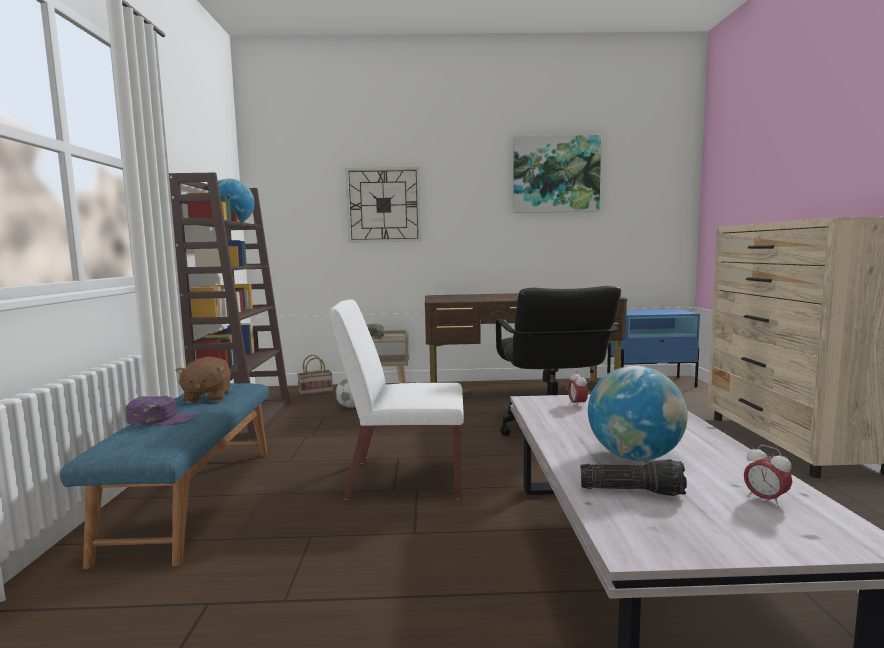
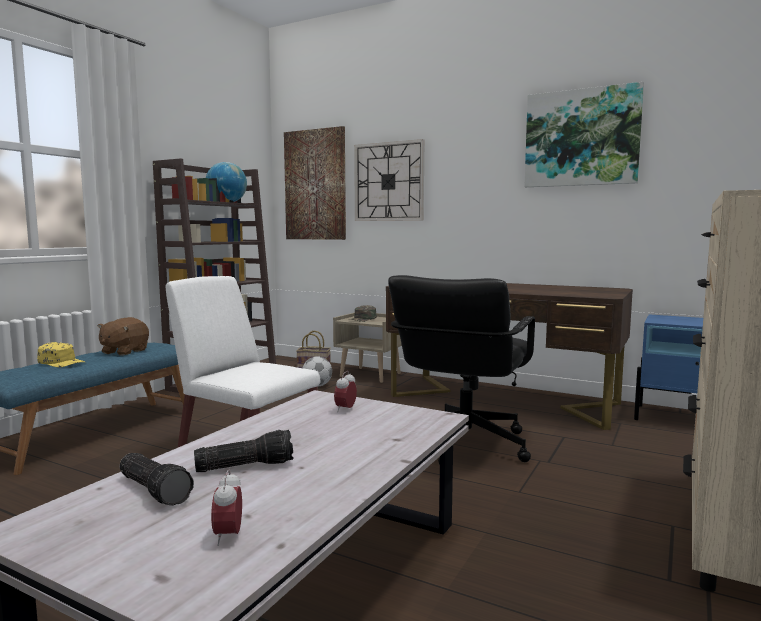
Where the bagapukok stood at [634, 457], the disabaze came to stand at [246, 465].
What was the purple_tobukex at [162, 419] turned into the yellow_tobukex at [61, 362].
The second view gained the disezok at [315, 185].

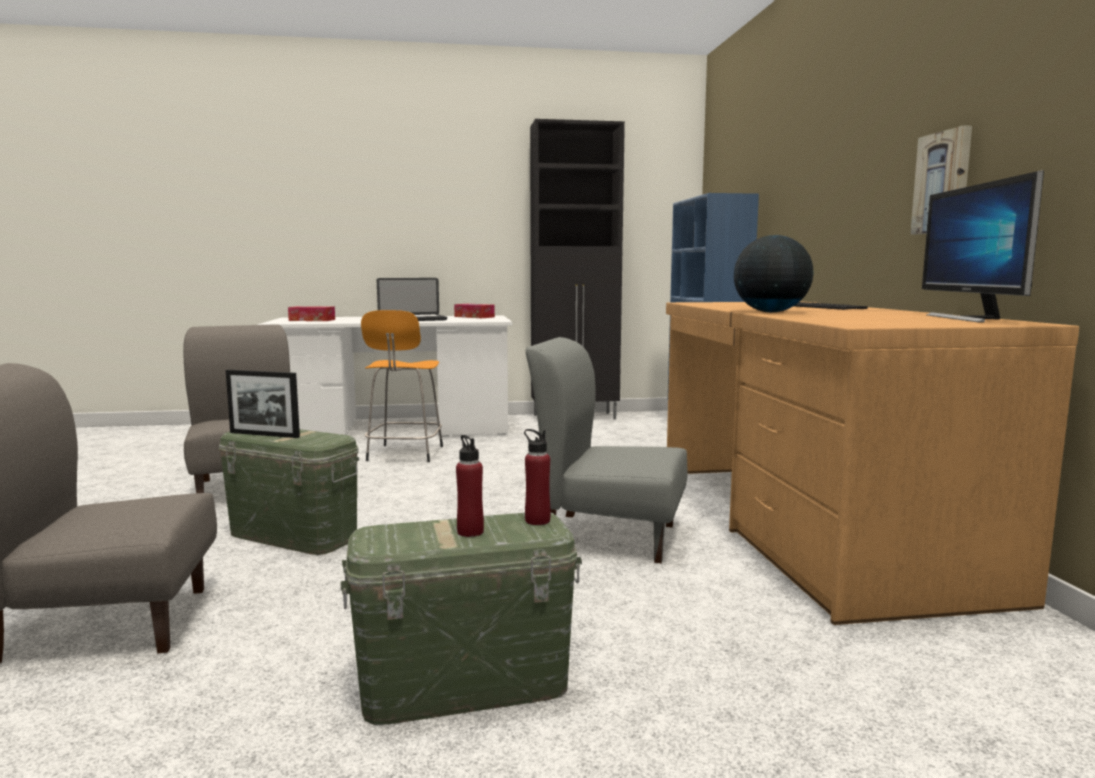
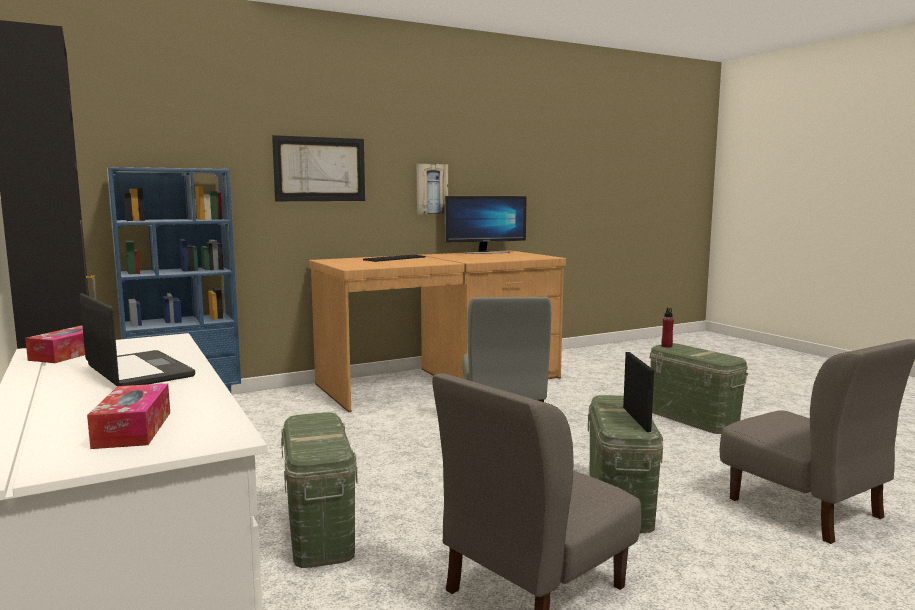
The second view lost the bagapukok at [770, 312].
Where the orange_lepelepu stood at [404, 454], the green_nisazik came to stand at [320, 532].
The second view lost the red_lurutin at [470, 532].
The second view gained the disezok at [320, 169].

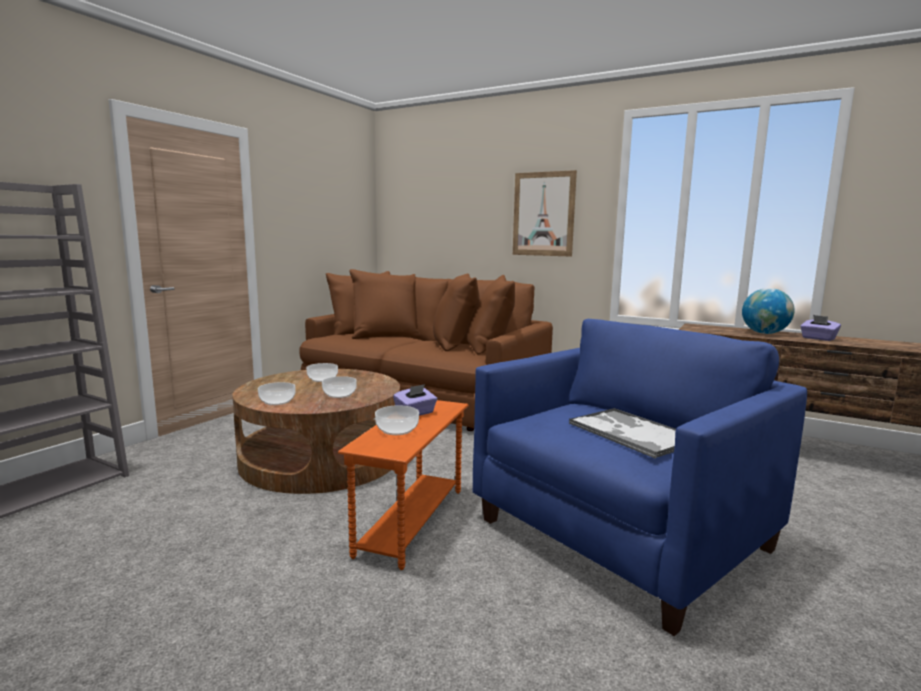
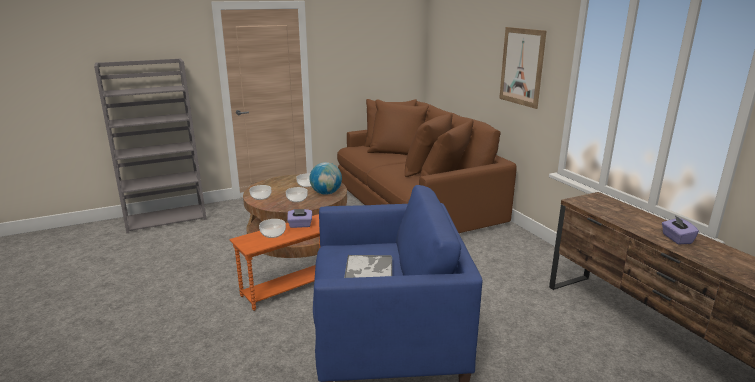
The bagapukok ended up elsewhere, having gone from [764, 333] to [326, 193].

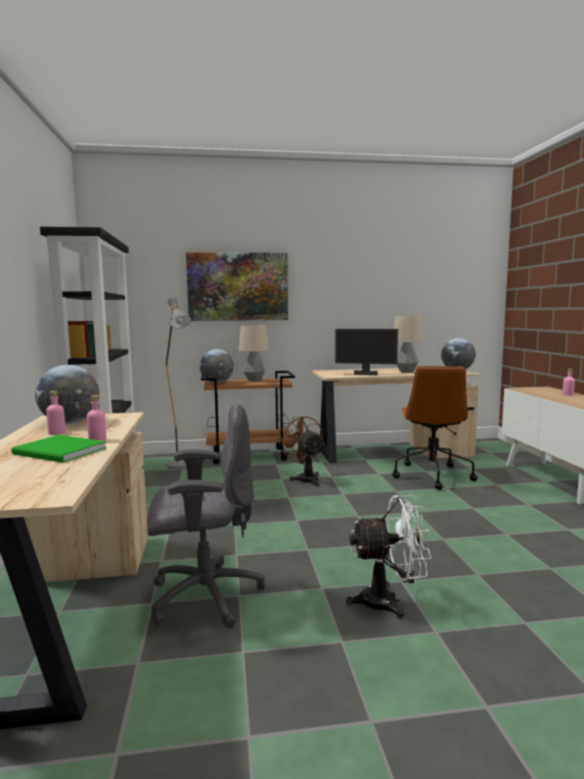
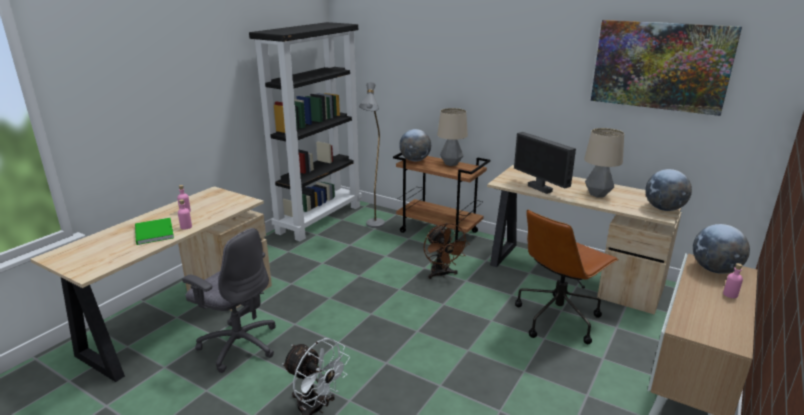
The disezok ended up elsewhere, having gone from [238, 287] to [660, 66].
The bagapukok ended up elsewhere, having gone from [70, 422] to [715, 270].
The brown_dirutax at [305, 478] ended up facing another way, 150 degrees clockwise from before.

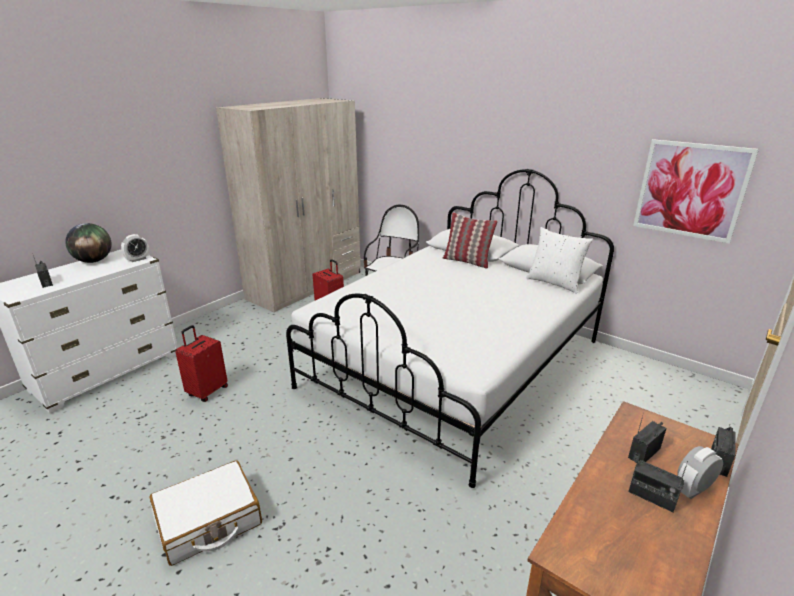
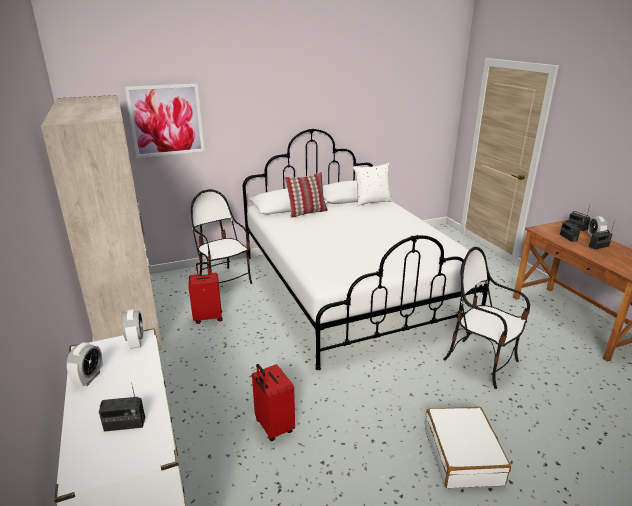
The disezok ended up elsewhere, having gone from [690, 190] to [166, 120].
Where the bagapukok stood at [94, 261], the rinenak came to stand at [89, 378].
The second view gained the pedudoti at [481, 362].

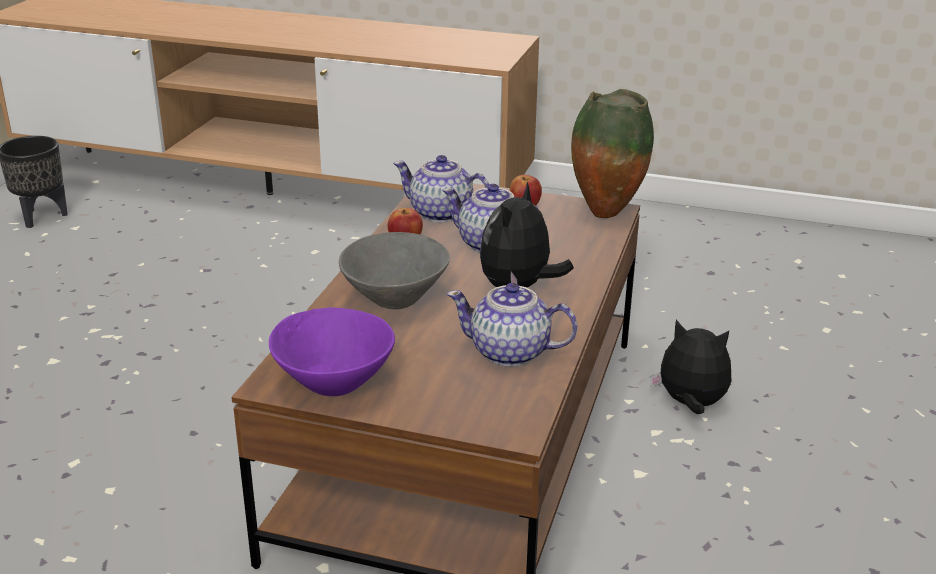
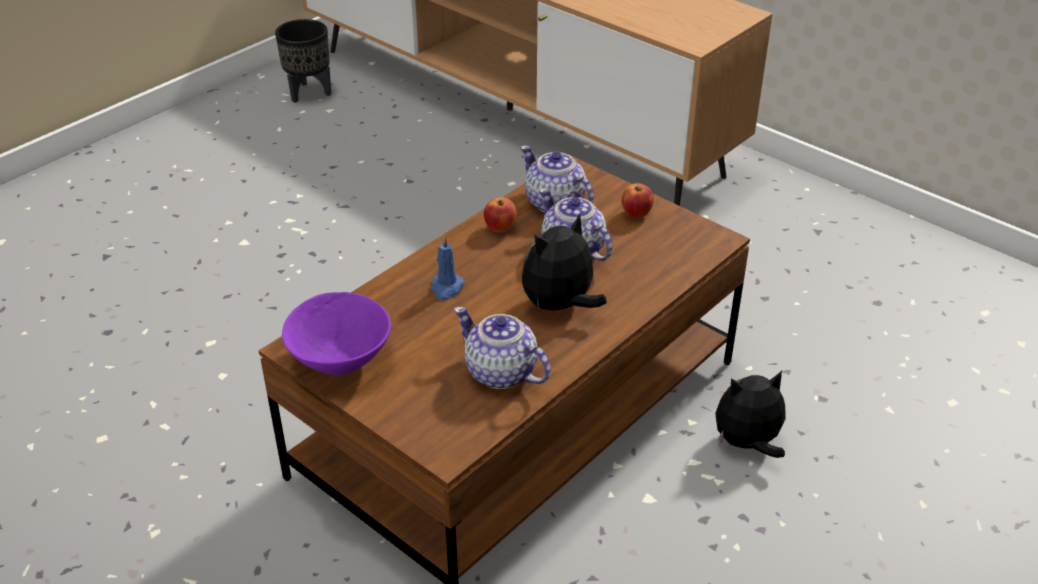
The second view lost the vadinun at [605, 213].
Where the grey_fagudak stood at [394, 299], the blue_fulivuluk came to stand at [446, 288].
The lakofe at [690, 404] ended up facing another way, 60 degrees counterclockwise from before.

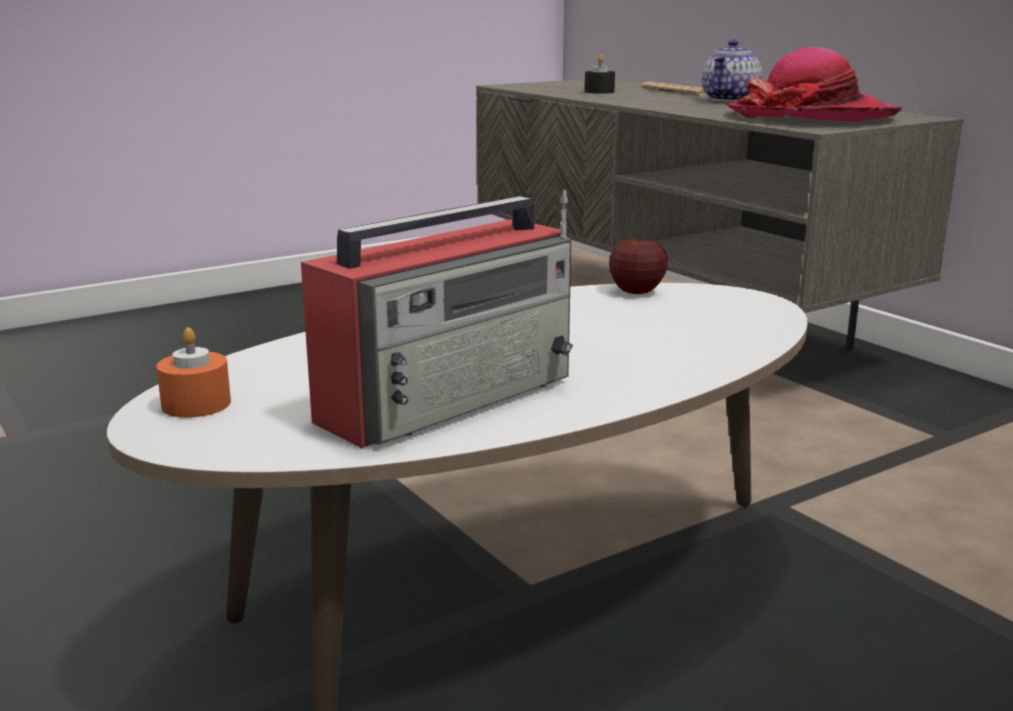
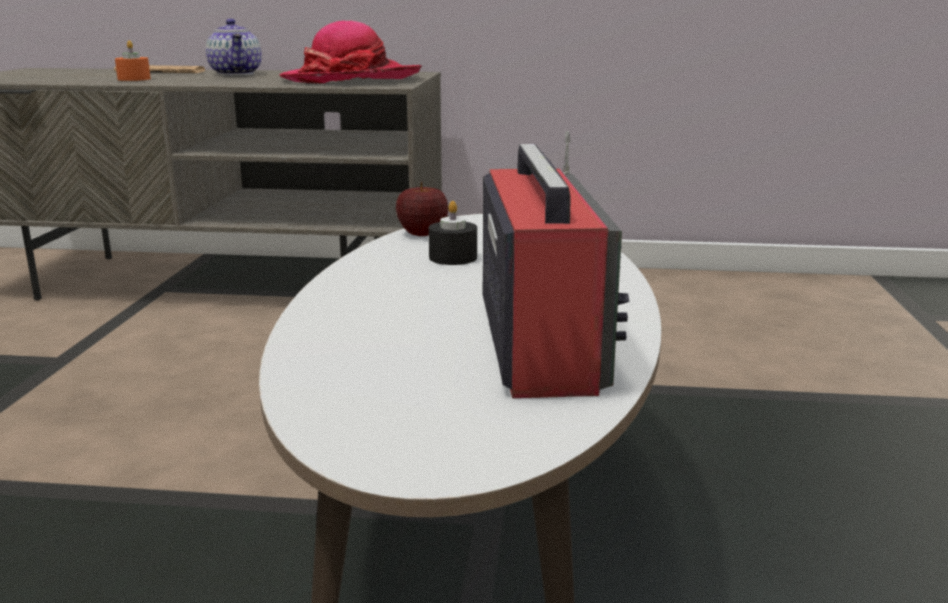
The black_fulivuluk ended up elsewhere, having gone from [599, 92] to [453, 257].
The orange_fulivuluk ended up elsewhere, having gone from [196, 404] to [134, 79].

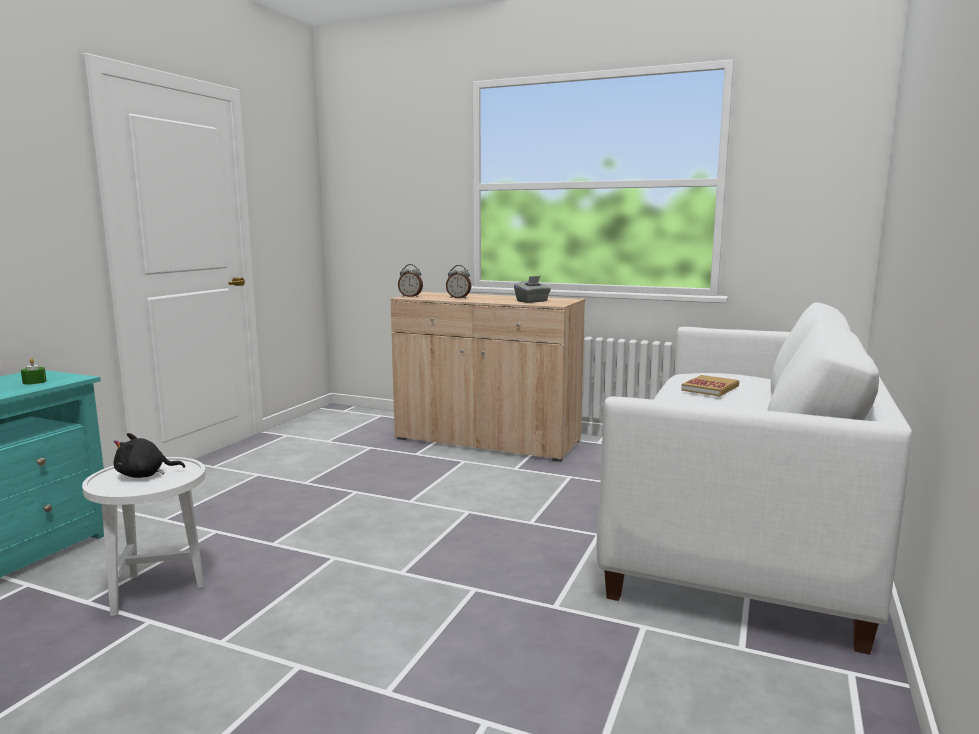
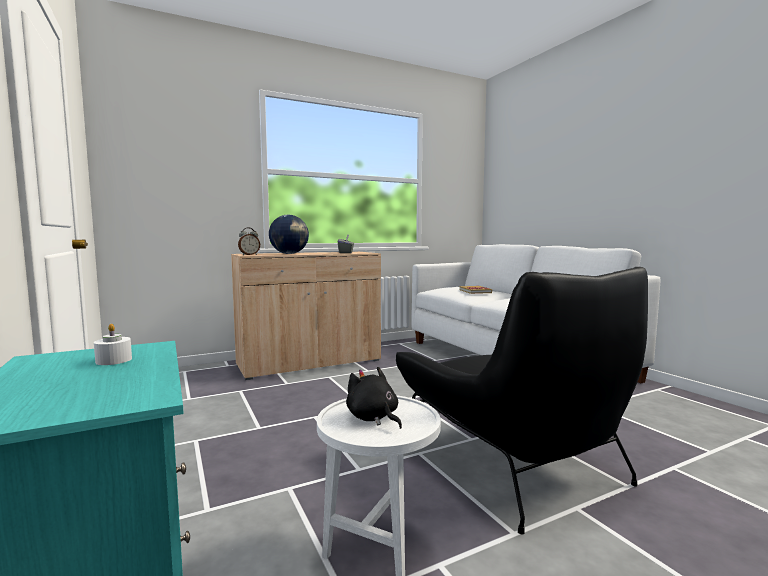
Where the rinenak stood at [459, 298], the bagapukok came to stand at [289, 254].
What was the green_fulivuluk at [34, 382] turned into the white_fulivuluk at [114, 360].
The black_lakofe at [145, 475] ended up facing another way, 120 degrees clockwise from before.
The second view gained the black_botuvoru at [511, 460].

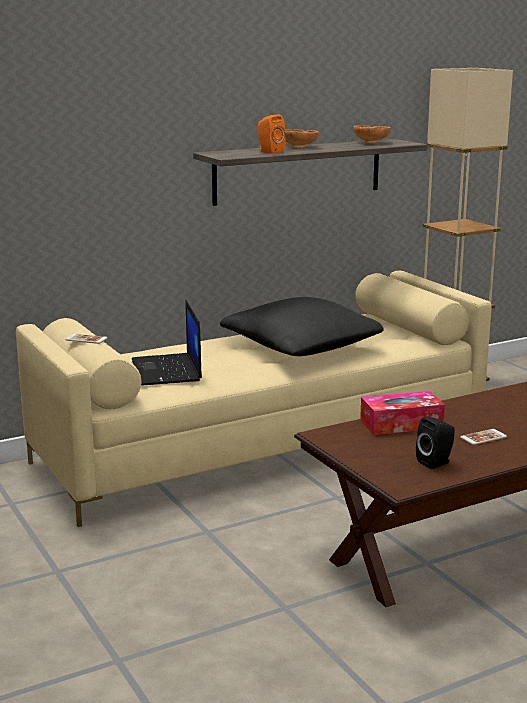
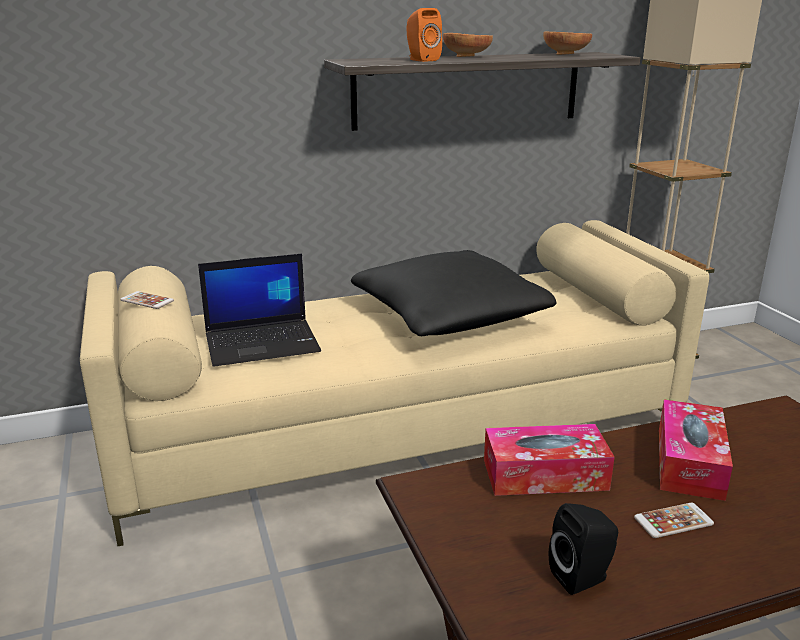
The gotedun at [167, 370] ended up facing another way, 105 degrees counterclockwise from before.
The second view gained the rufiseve at [689, 462].

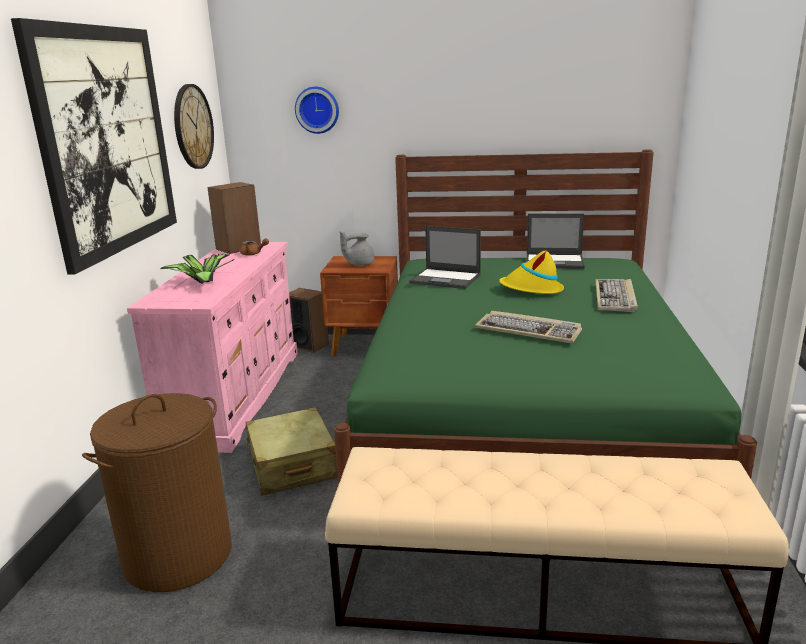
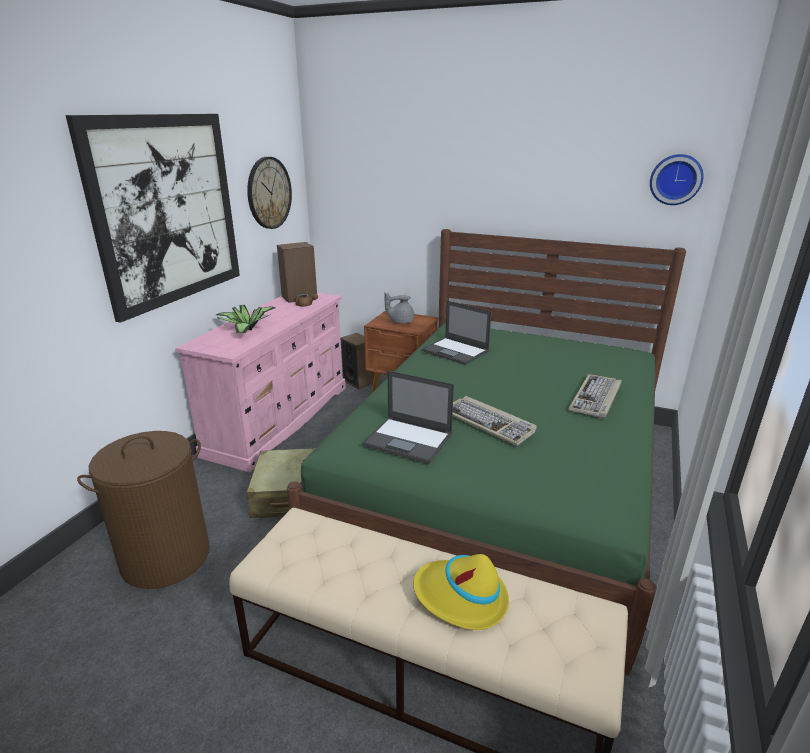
The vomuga ended up elsewhere, having gone from [317, 110] to [675, 179].
The gotedun ended up elsewhere, having gone from [555, 262] to [409, 440].
The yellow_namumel ended up elsewhere, having gone from [531, 290] to [460, 598].

